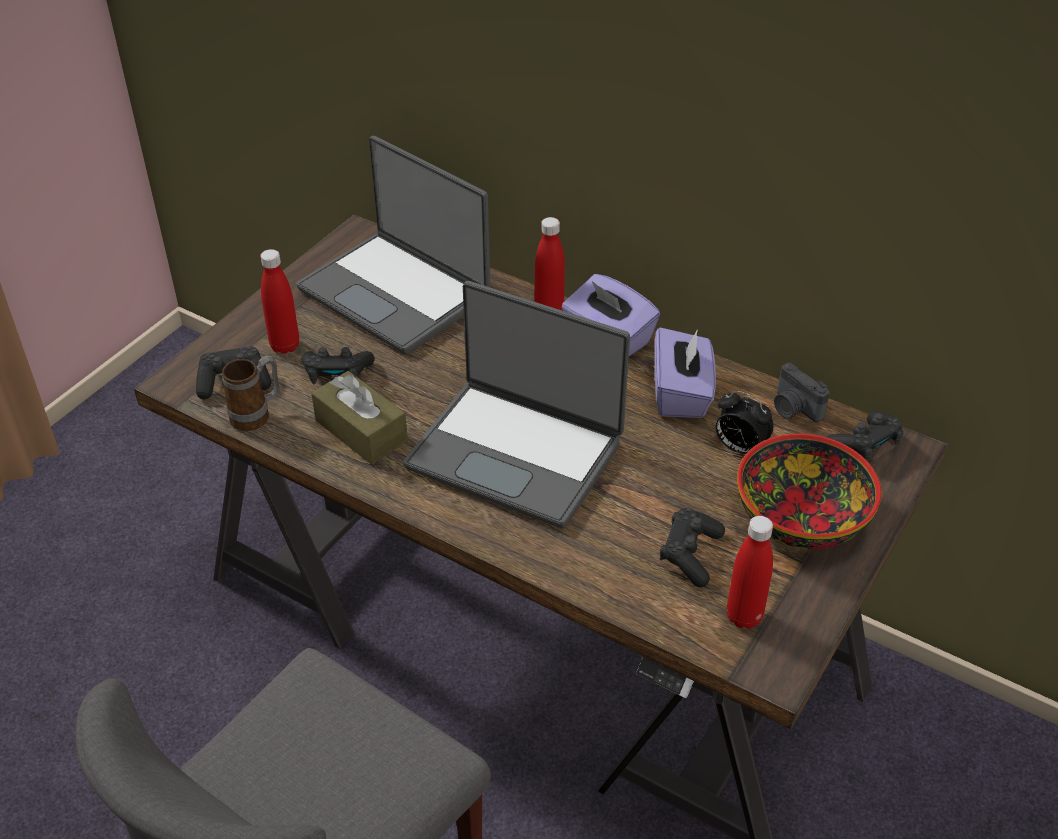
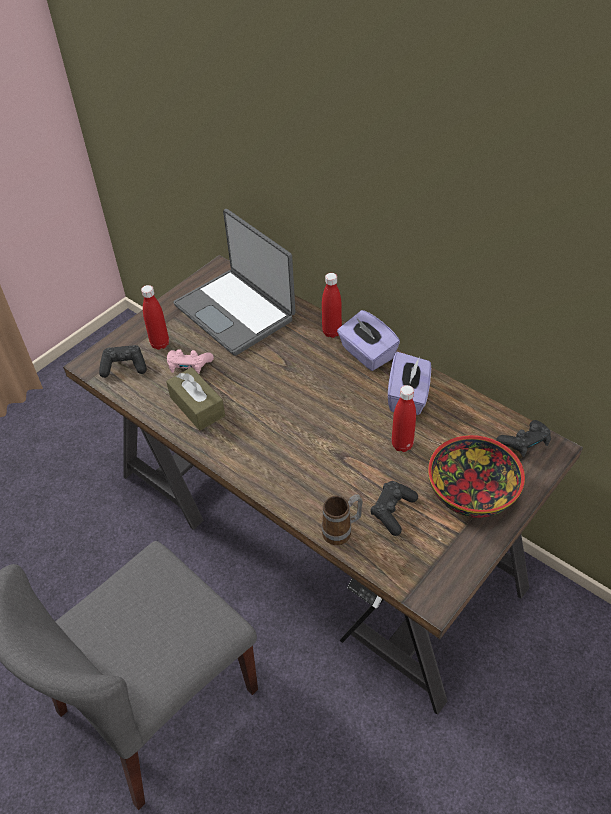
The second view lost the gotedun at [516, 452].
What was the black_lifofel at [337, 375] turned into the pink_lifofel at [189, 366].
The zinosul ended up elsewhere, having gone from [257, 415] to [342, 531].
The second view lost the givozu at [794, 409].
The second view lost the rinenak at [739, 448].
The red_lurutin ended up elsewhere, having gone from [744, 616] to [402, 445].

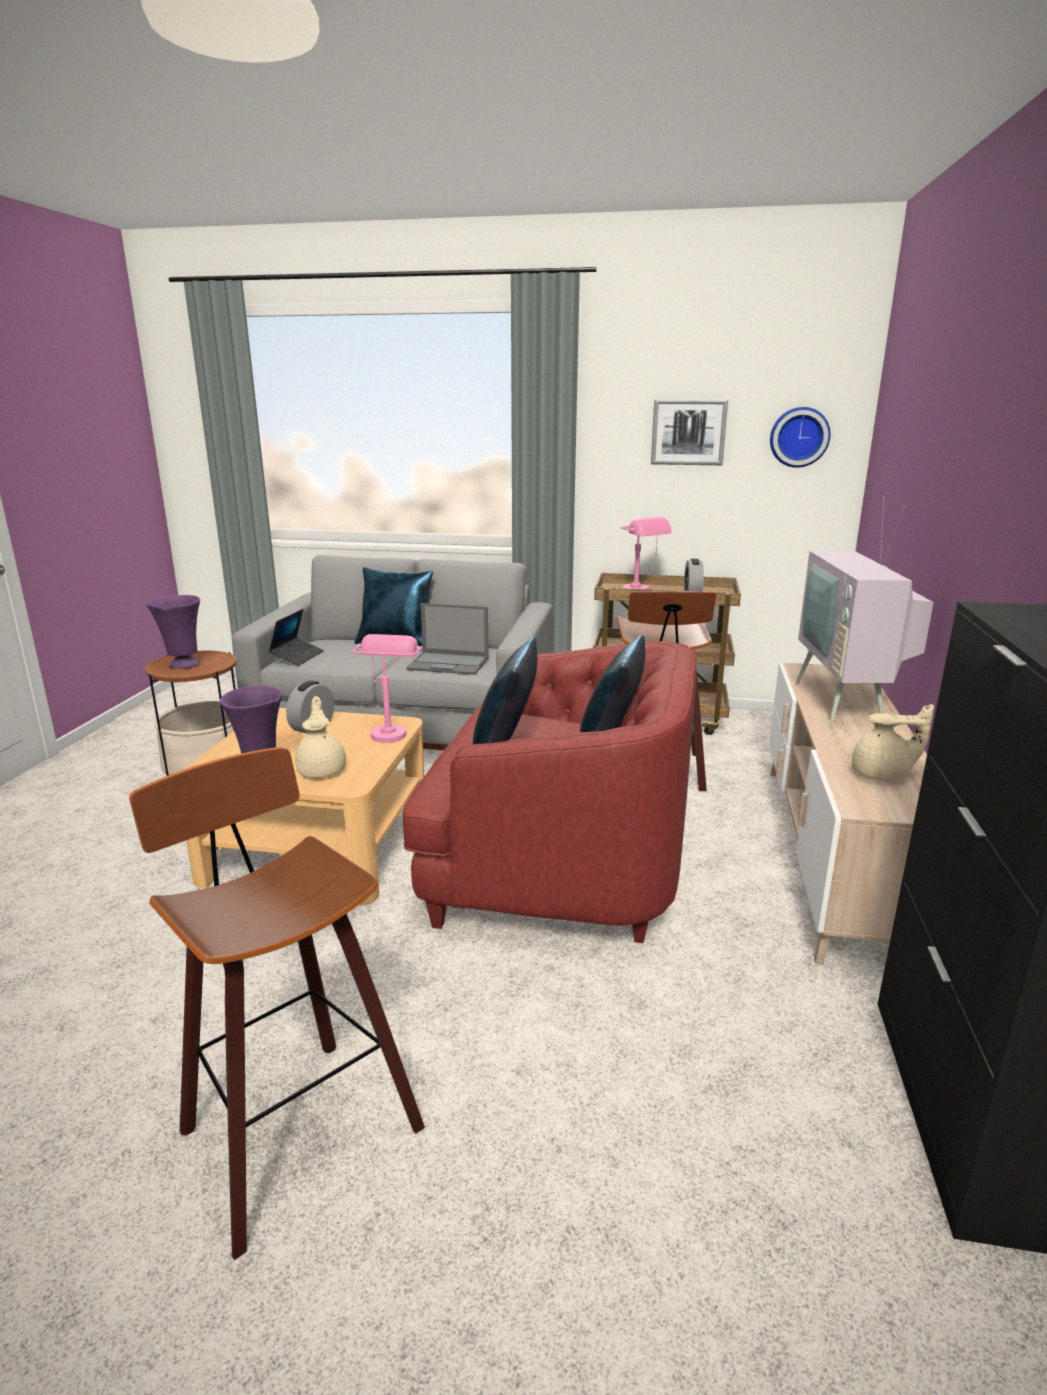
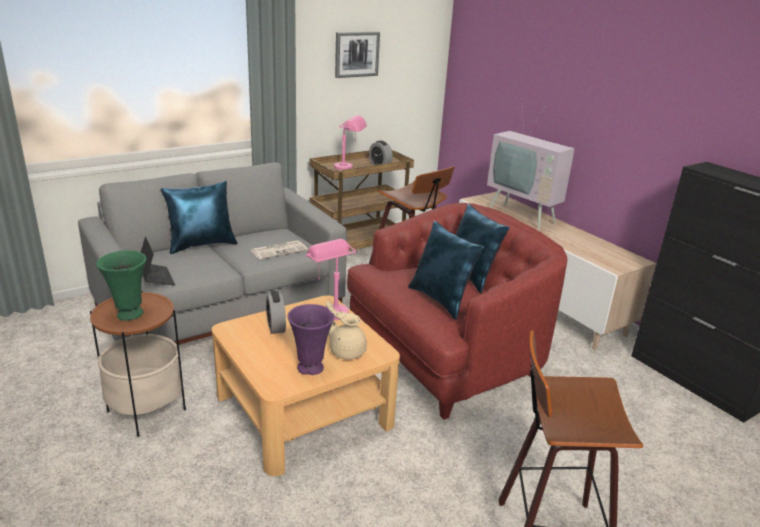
The second view lost the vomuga at [799, 437].
What was the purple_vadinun at [183, 665] turned into the green_vadinun at [129, 315].
Where the gotedun stood at [449, 664], the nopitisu came to stand at [279, 250].
The second view lost the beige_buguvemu at [883, 774].

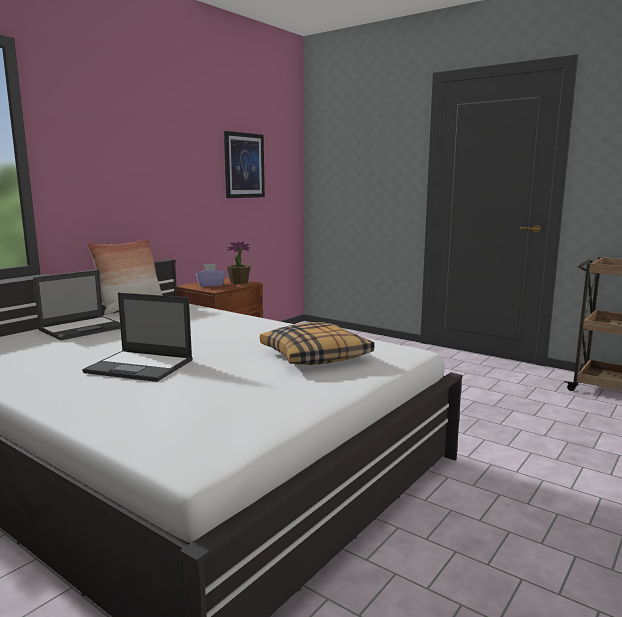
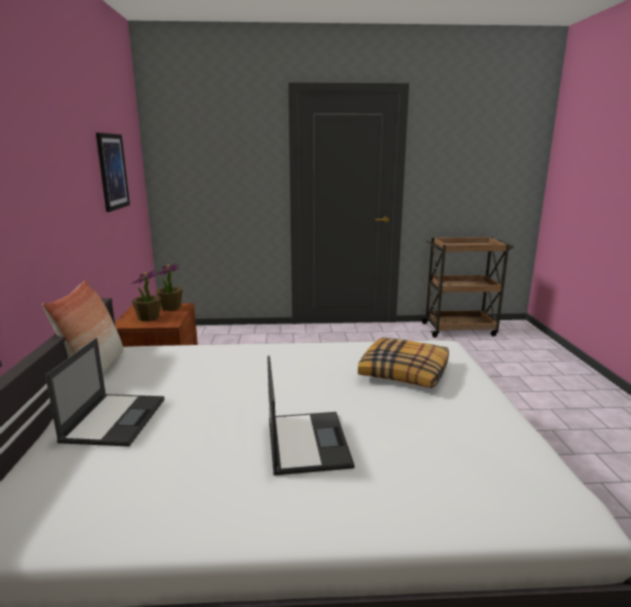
Where the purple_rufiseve stood at [210, 285], the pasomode came to stand at [148, 318].
The gotedun at [141, 366] ended up facing another way, 75 degrees counterclockwise from before.

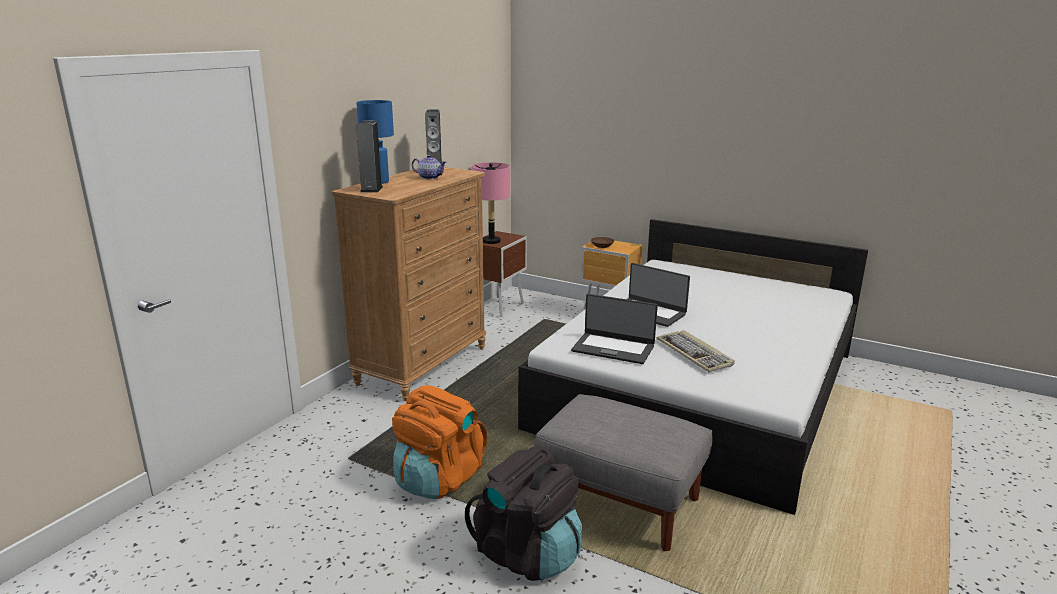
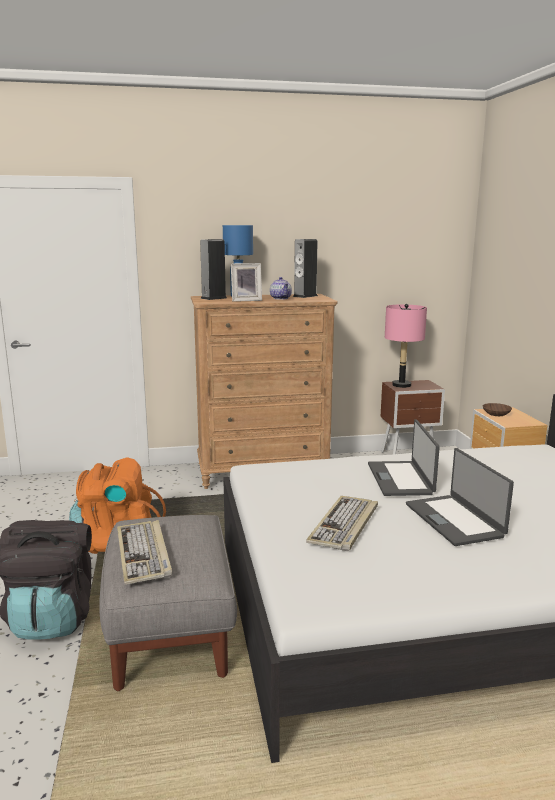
The gotedun ended up elsewhere, having gone from [613, 348] to [455, 520].
The second view gained the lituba at [246, 300].
The second view gained the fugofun at [144, 554].

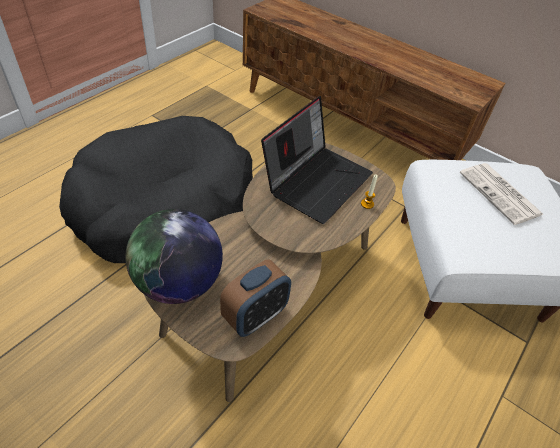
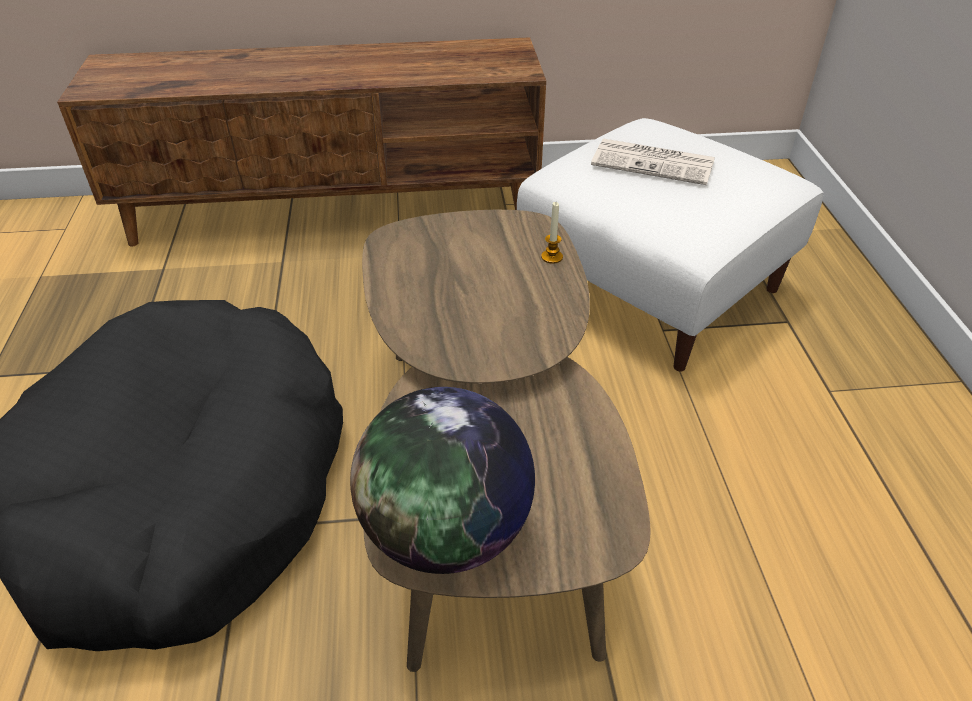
The second view lost the gotedun at [316, 180].
The second view lost the rinenak at [255, 316].

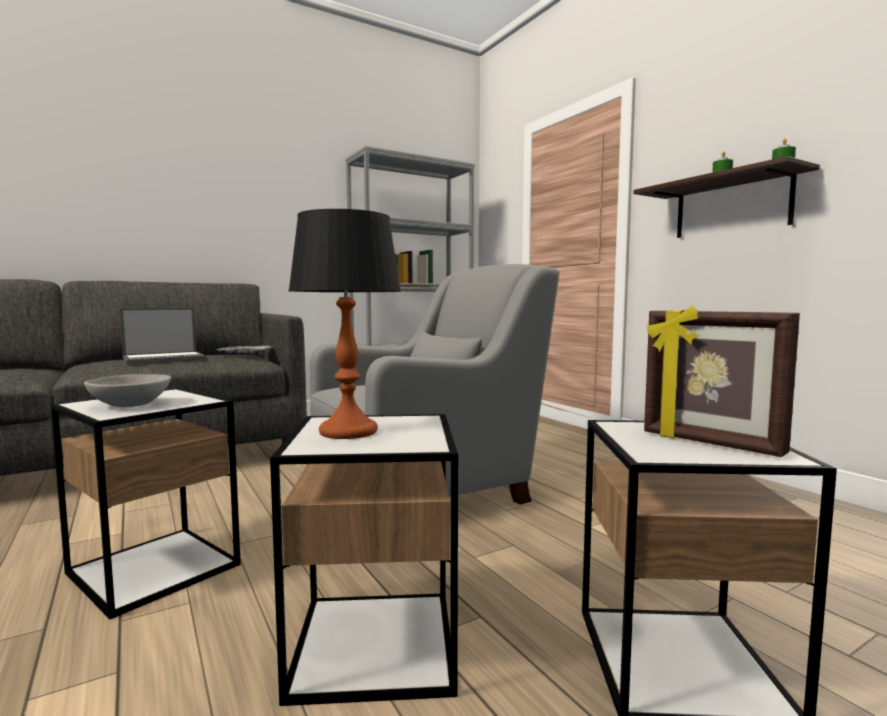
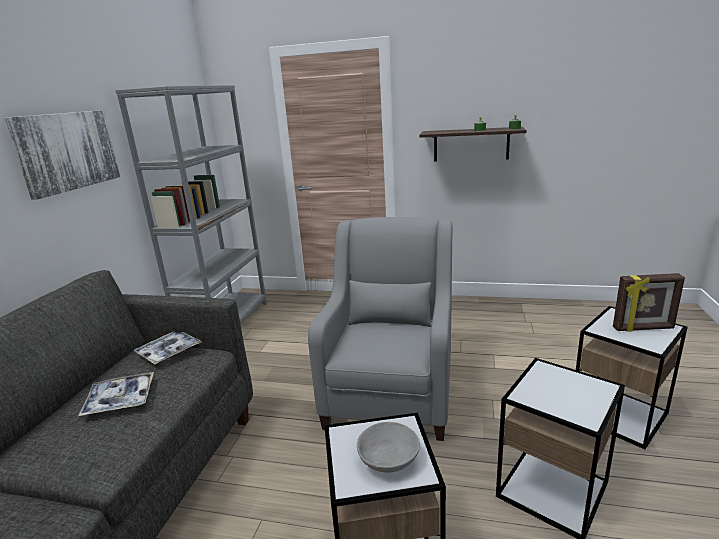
The second view lost the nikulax at [349, 431].
Where the gotedun stood at [165, 358], the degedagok came to stand at [120, 400].
The second view gained the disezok at [67, 151].

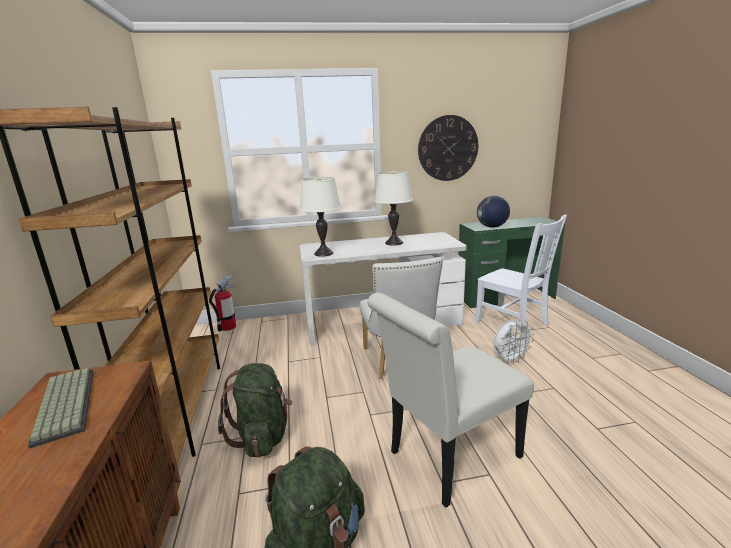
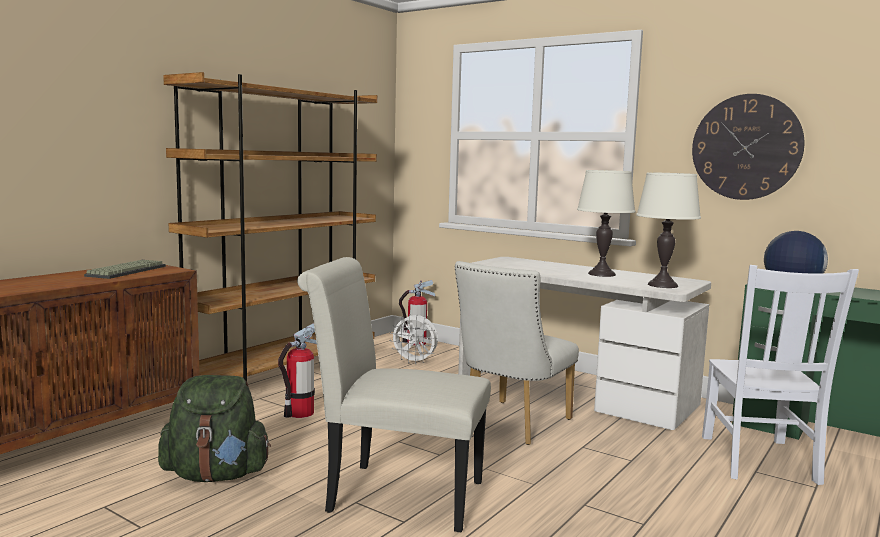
The white_nikulax ended up elsewhere, having gone from [324, 253] to [663, 285].
The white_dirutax ended up elsewhere, having gone from [510, 360] to [415, 362].
Where the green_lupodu stood at [263, 436], the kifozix came to stand at [300, 413].

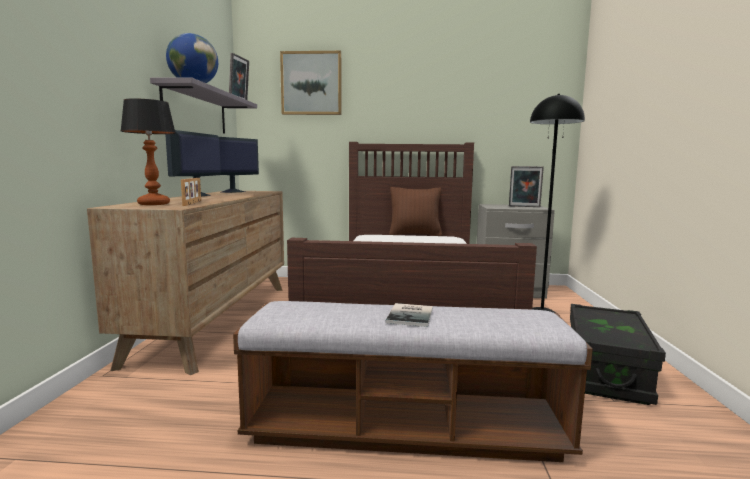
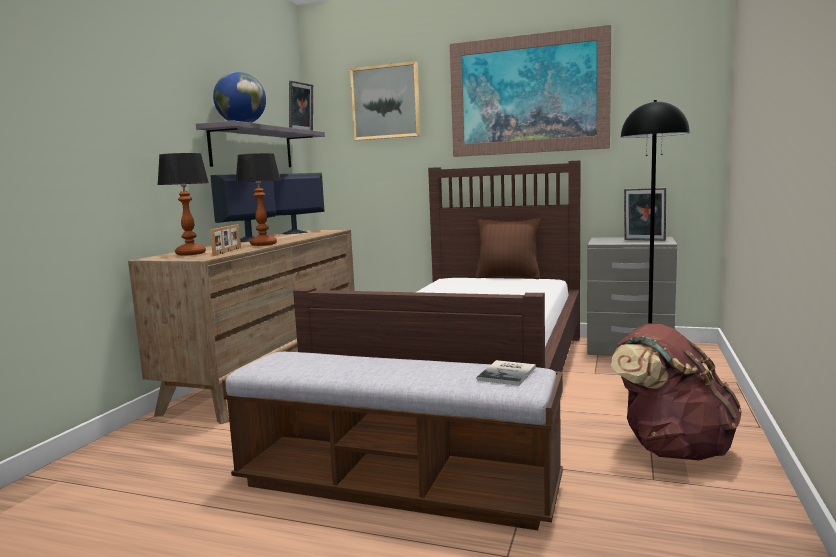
The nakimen ended up elsewhere, having gone from [412, 315] to [509, 373].
Where the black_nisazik stood at [605, 372], the brown_lupodu came to stand at [672, 449].
The second view gained the disezok at [527, 94].
The second view gained the nikulax at [264, 244].

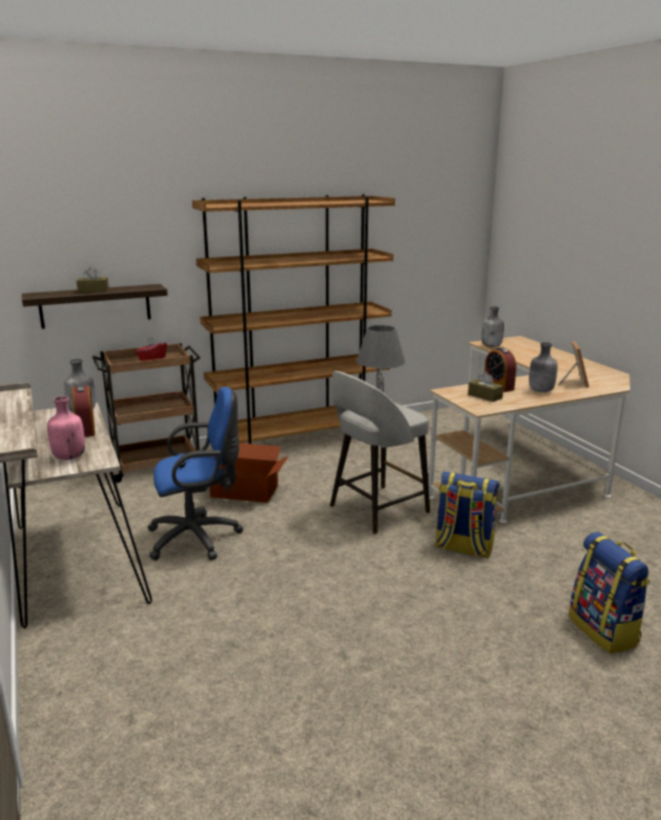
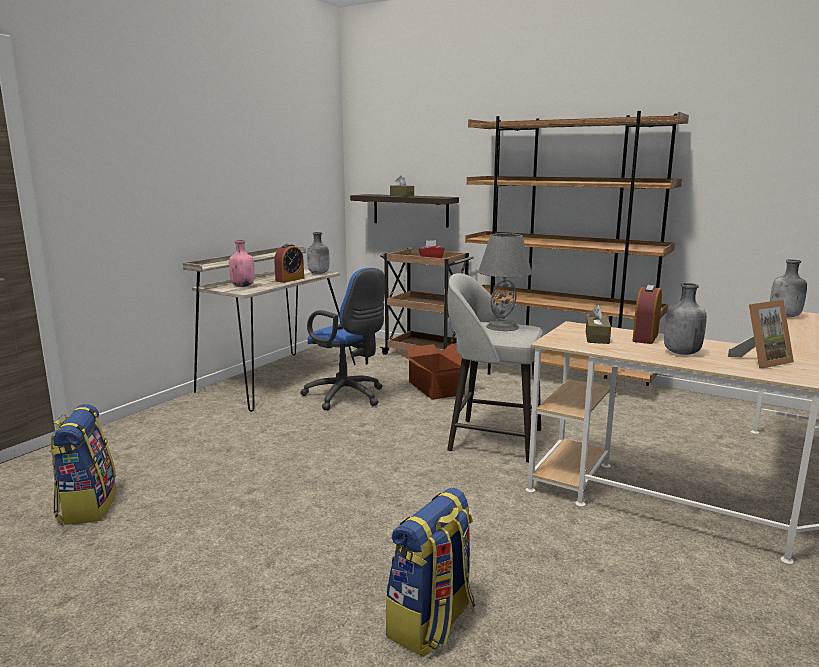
The lupodu ended up elsewhere, having gone from [463, 548] to [87, 506].

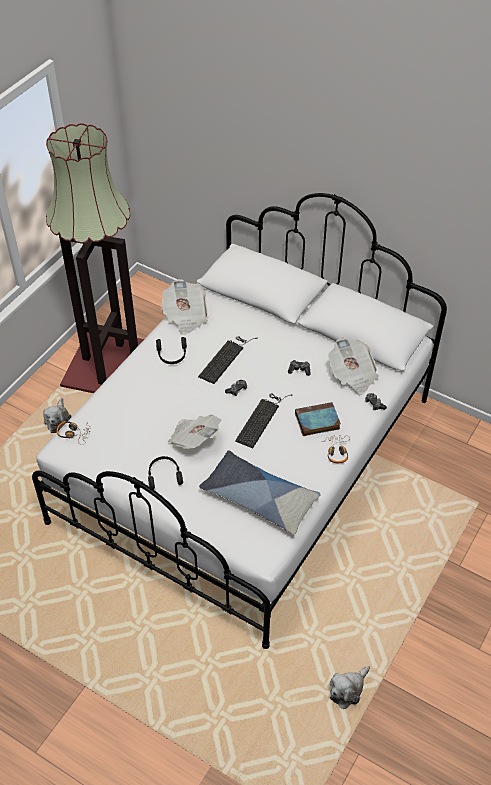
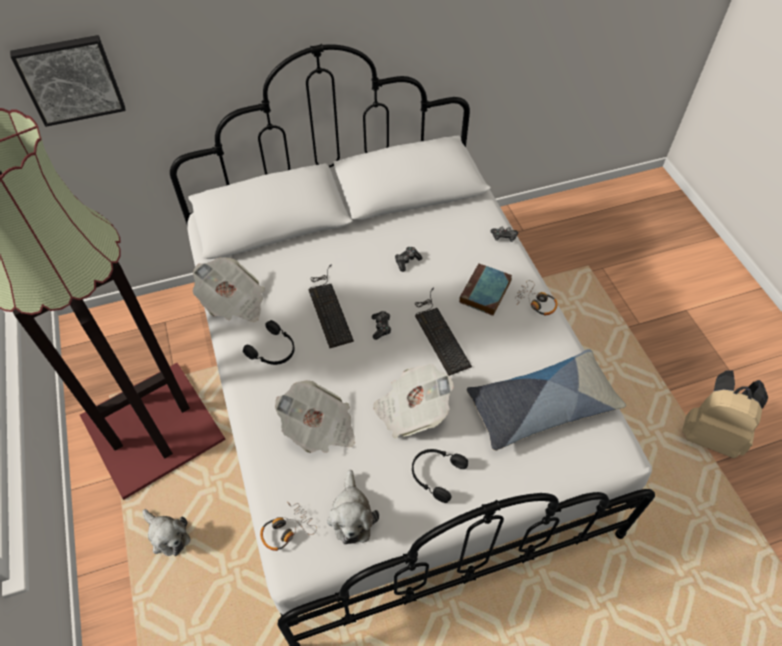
The nopitisu ended up elsewhere, having gone from [352, 375] to [319, 428].
The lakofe ended up elsewhere, having gone from [347, 690] to [351, 515].
The second view gained the disezok at [70, 79].
The second view gained the beige_lupodu at [710, 434].

